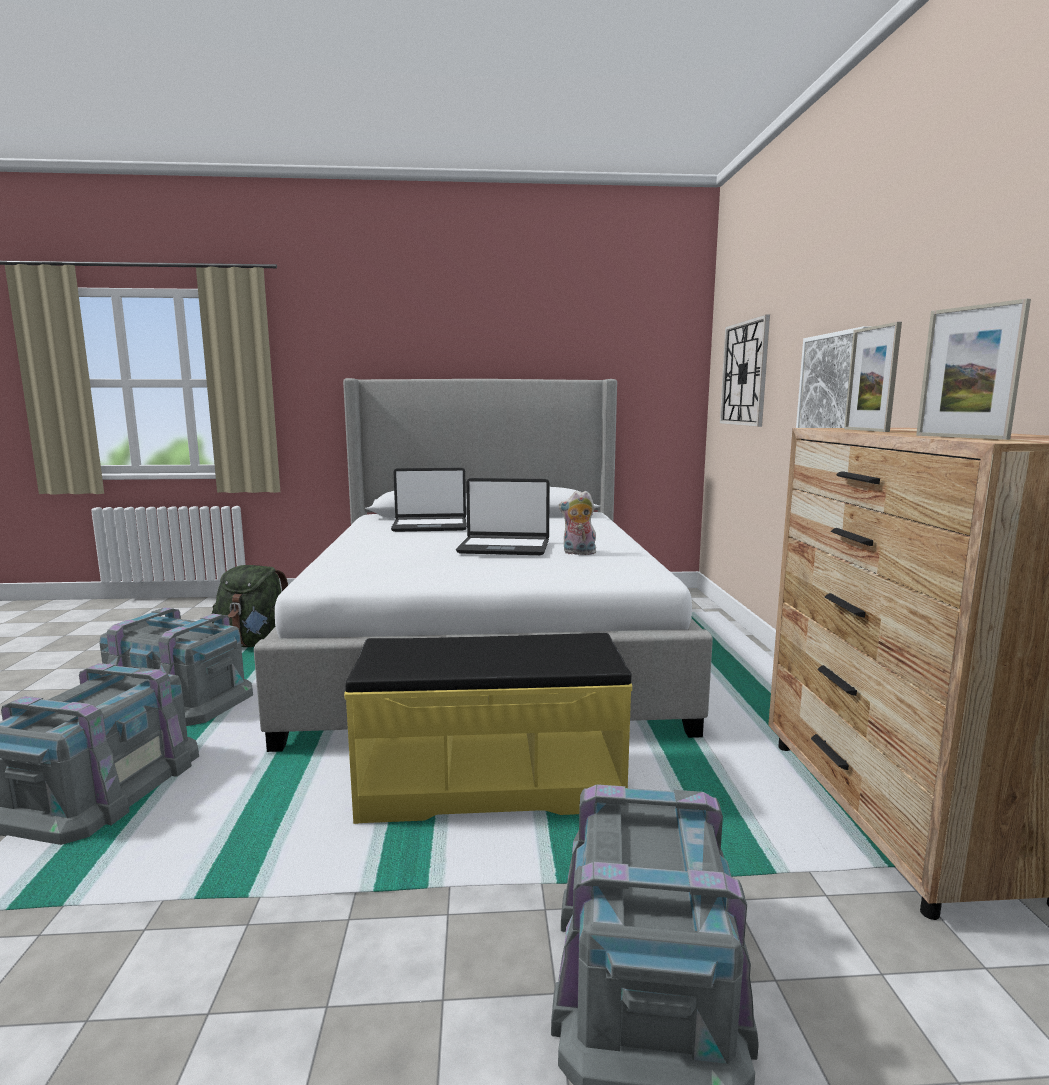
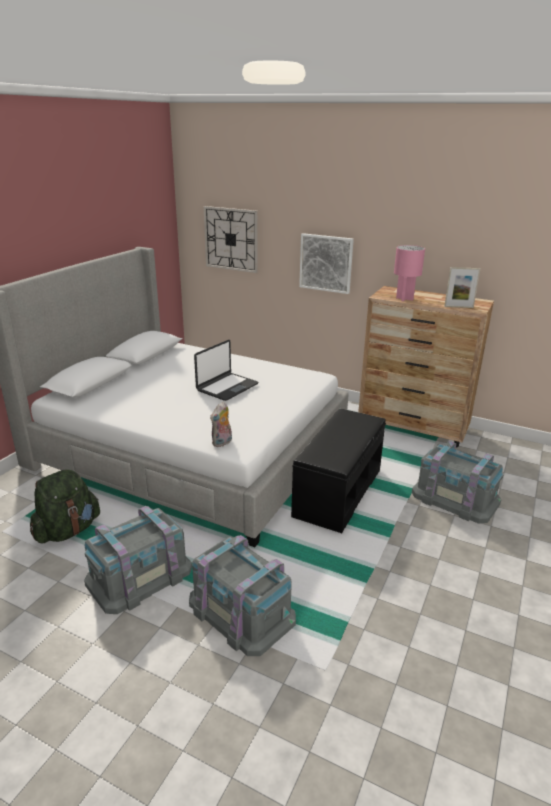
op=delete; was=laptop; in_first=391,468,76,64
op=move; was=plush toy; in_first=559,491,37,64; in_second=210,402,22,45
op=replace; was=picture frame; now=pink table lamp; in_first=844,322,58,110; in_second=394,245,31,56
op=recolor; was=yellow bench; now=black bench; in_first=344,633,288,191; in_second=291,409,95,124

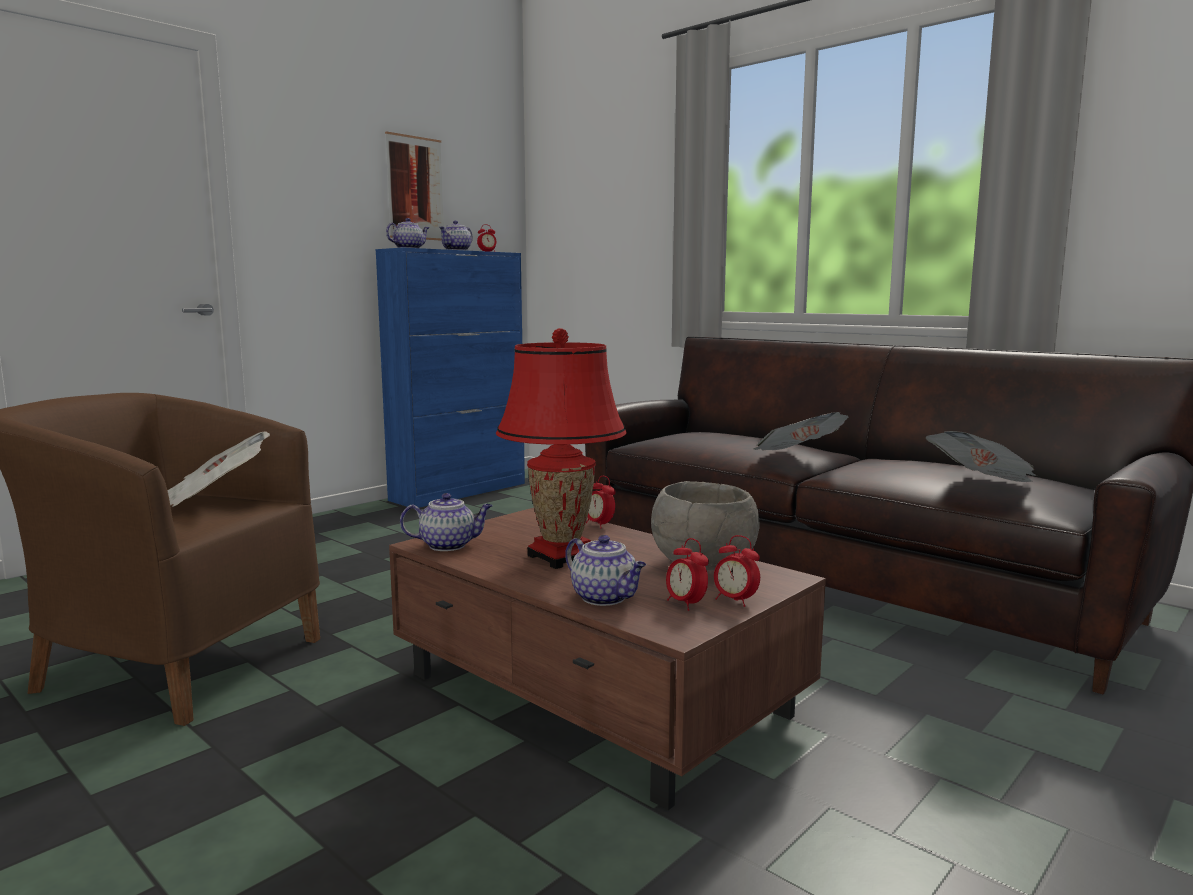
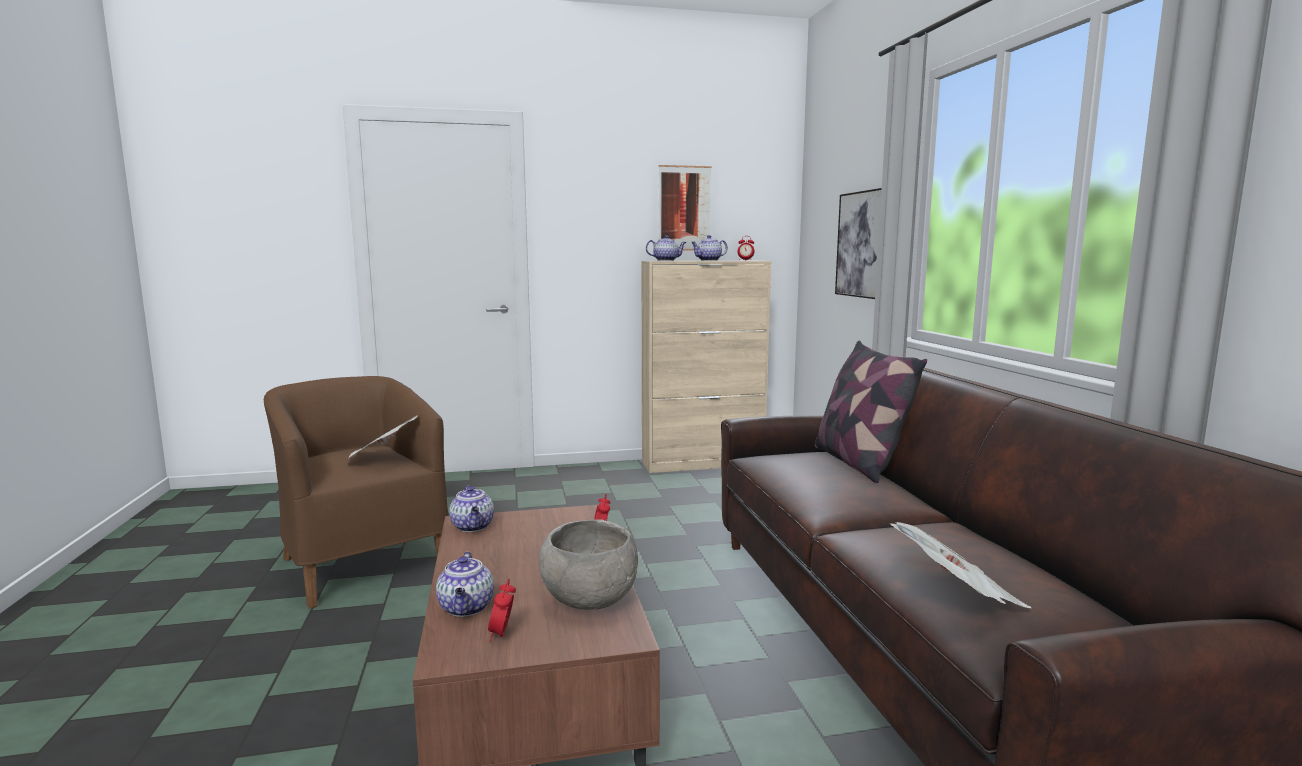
op=delete; was=red table lamp; in_first=496,328,131,241
op=delete; was=alarm clock; in_first=714,535,46,72
op=delete; was=newspaper; in_first=754,412,95,38
op=insert; now=pillow; in_second=815,341,112,142
op=insert; now=picture; in_second=835,188,47,111
op=recolor; was=blue cabinet; now=beige cabinet; in_first=376,248,149,260; in_second=641,261,130,212
op=rotate; was=teapot; in_first=400,493,93,58; in_second=449,486,45,46; clockwise=45

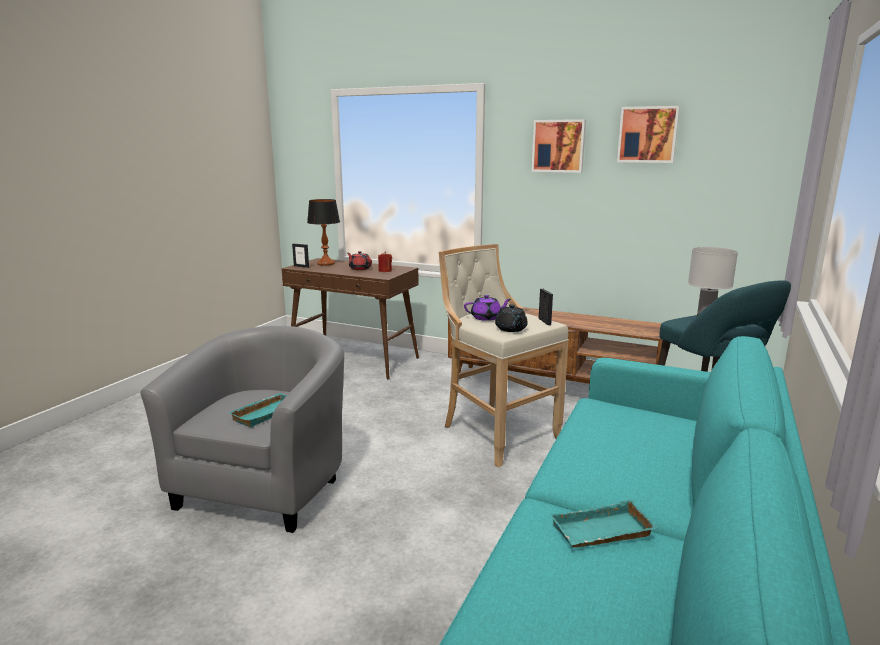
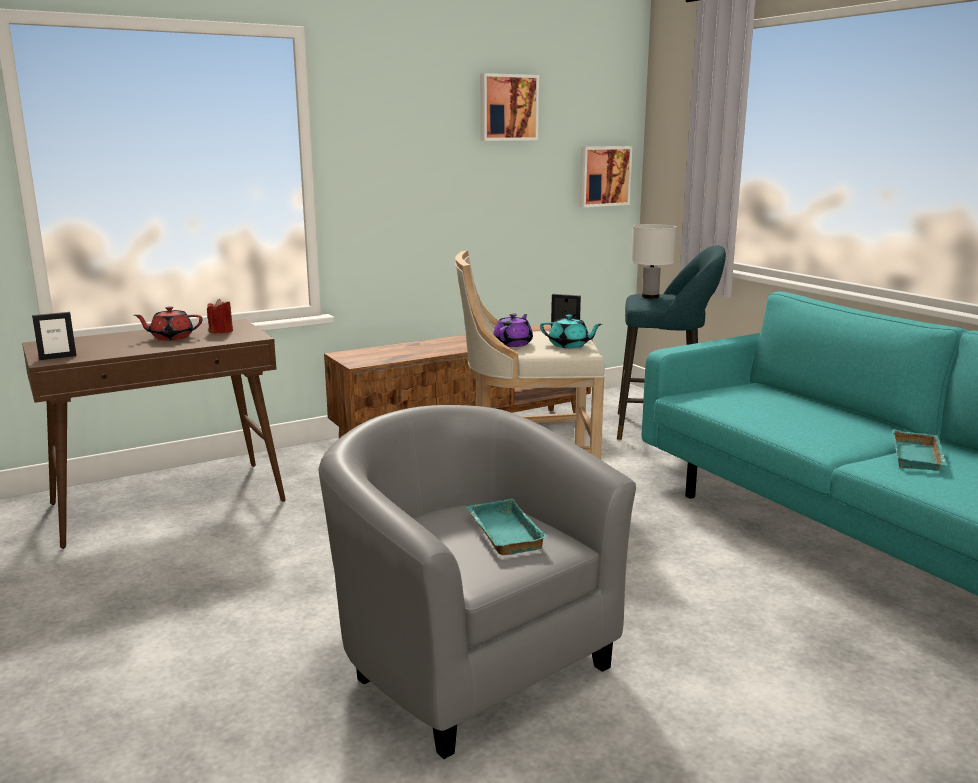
op=delete; was=table lamp; in_first=307,199,33,67
op=move; was=picture; in_first=531,119,55,54; in_second=579,146,54,61
op=recolor; was=black teapot; now=turquoise teapot; in_first=495,304,33,28; in_second=540,315,62,33

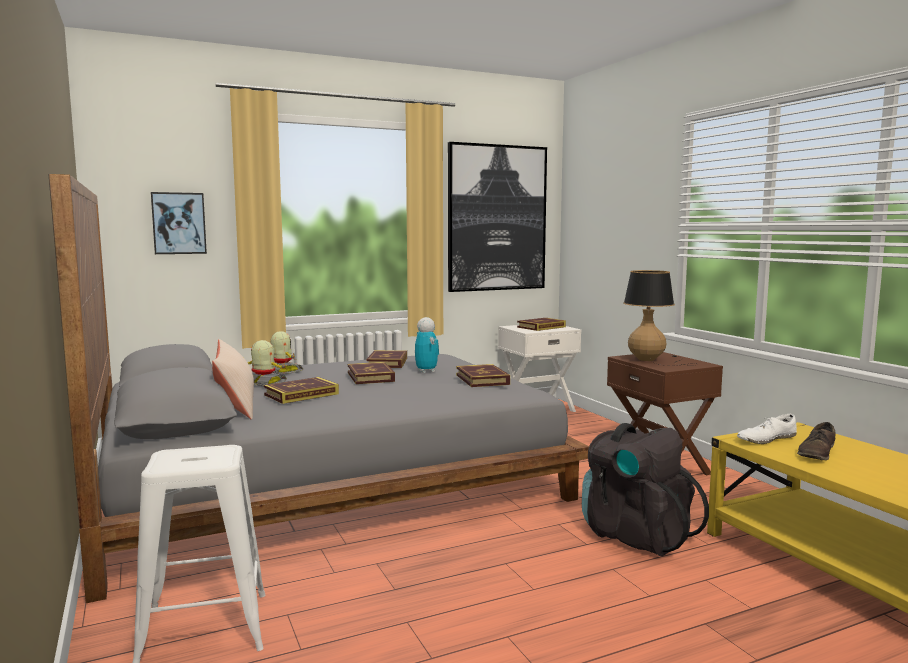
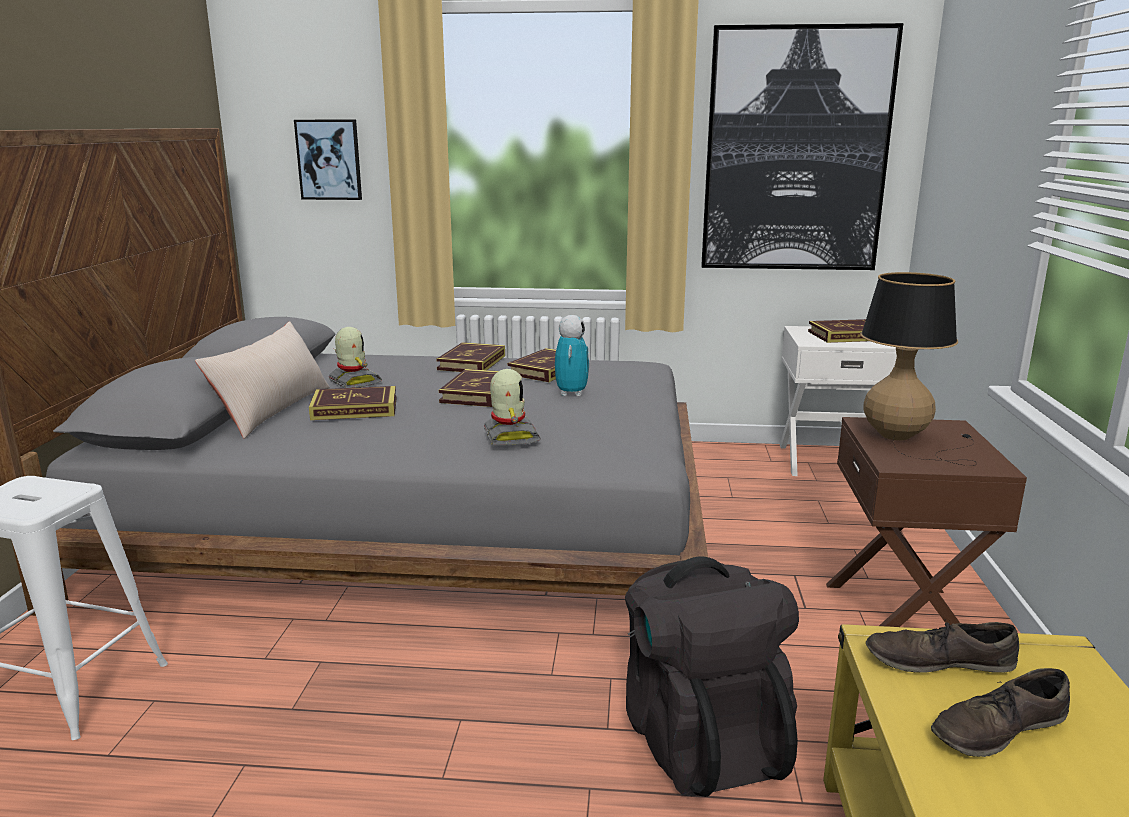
op=move; was=toy robot; in_first=271,331,32,43; in_second=484,369,57,77
op=move; was=book; in_first=456,364,54,23; in_second=436,342,69,30
op=recolor; was=white shoe; now=brown shoe; in_first=737,414,60,30; in_second=866,619,153,54

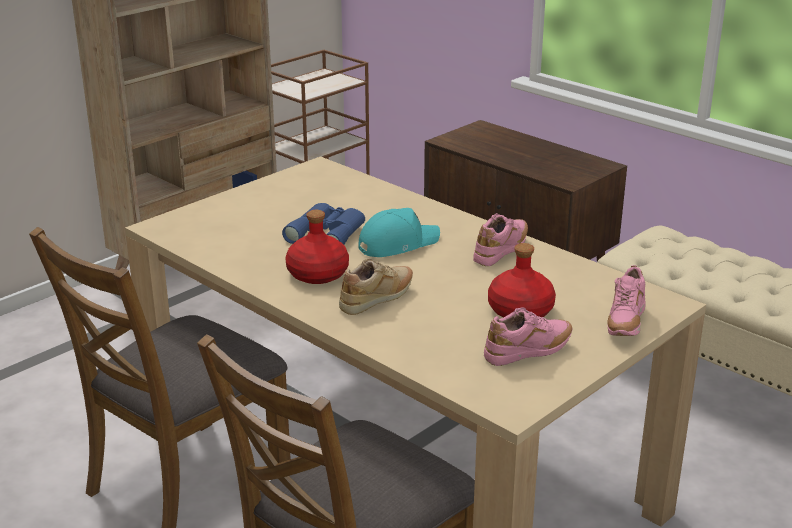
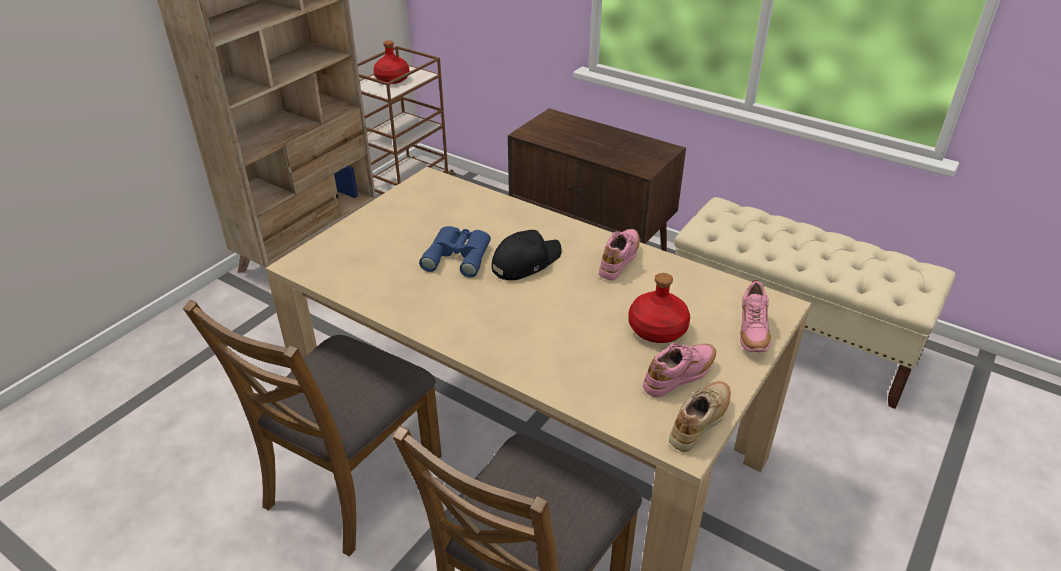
op=move; was=red bottle; in_first=286,210,63,74; in_second=373,40,36,44
op=move; was=beige shoe; in_first=339,258,74,57; in_second=669,381,62,71
op=recolor; was=turquoise cap; now=black cap; in_first=359,208,81,49; in_second=492,230,70,50

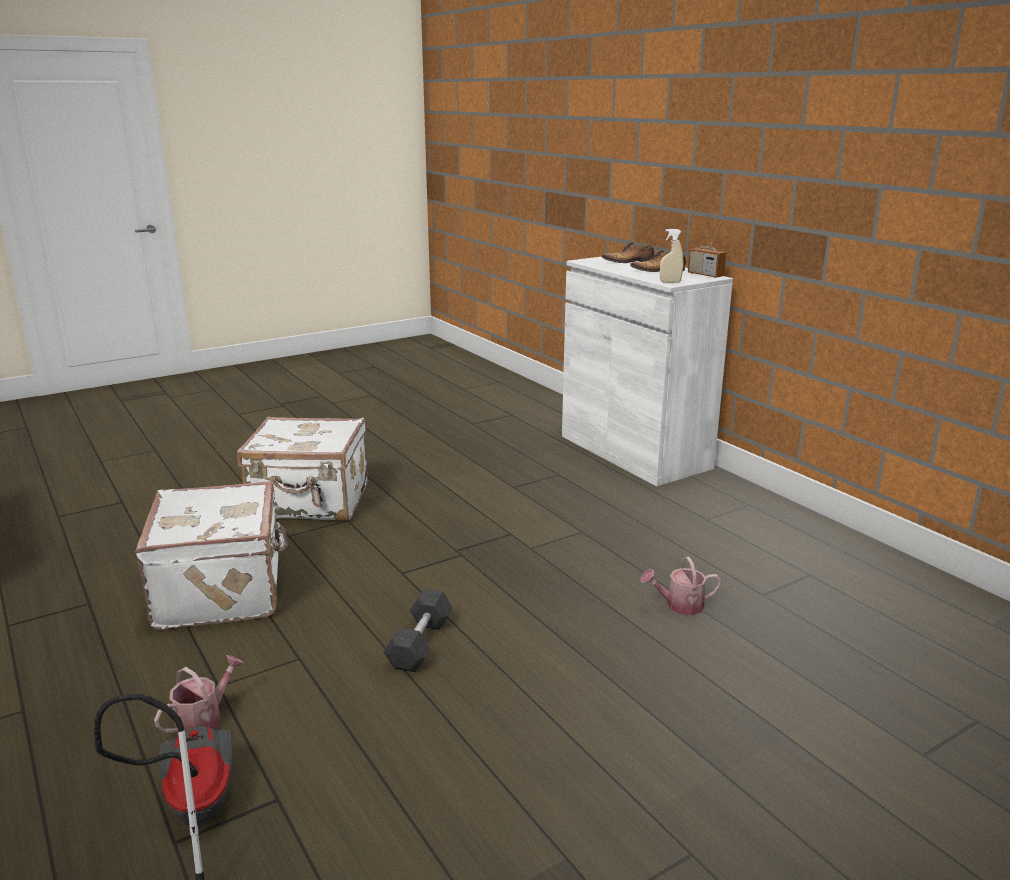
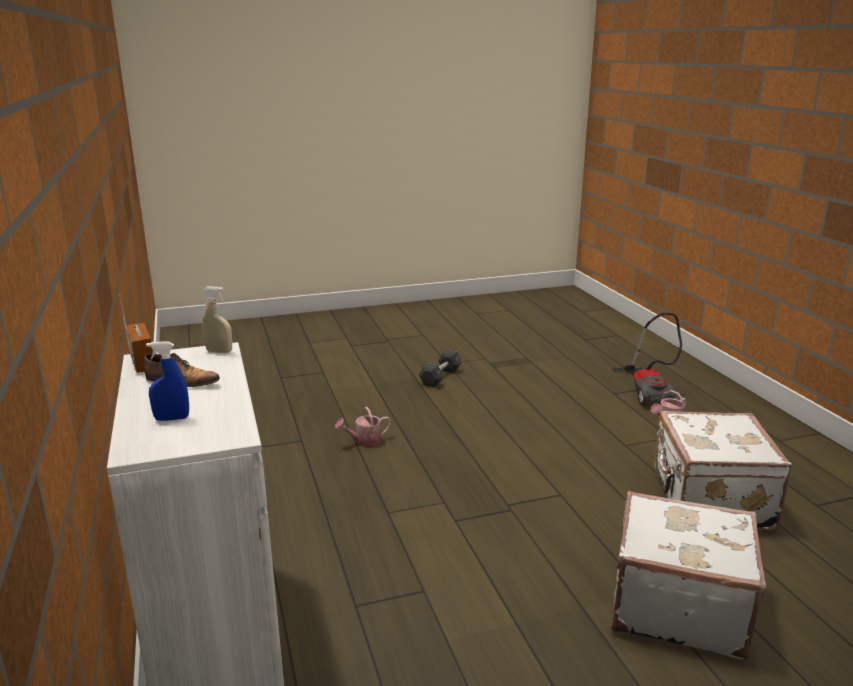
op=move; was=grey dumbbell; in_first=383,589,70,83; in_second=419,350,43,37
op=replace; was=shoe; now=blue spray bottle; in_first=602,242,53,21; in_second=146,341,43,80
op=rotate; was=watering can; in_first=641,557,81,58; in_second=335,407,56,40; clockwise=150

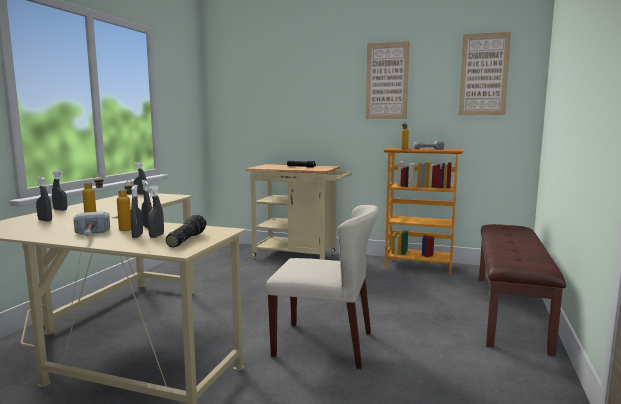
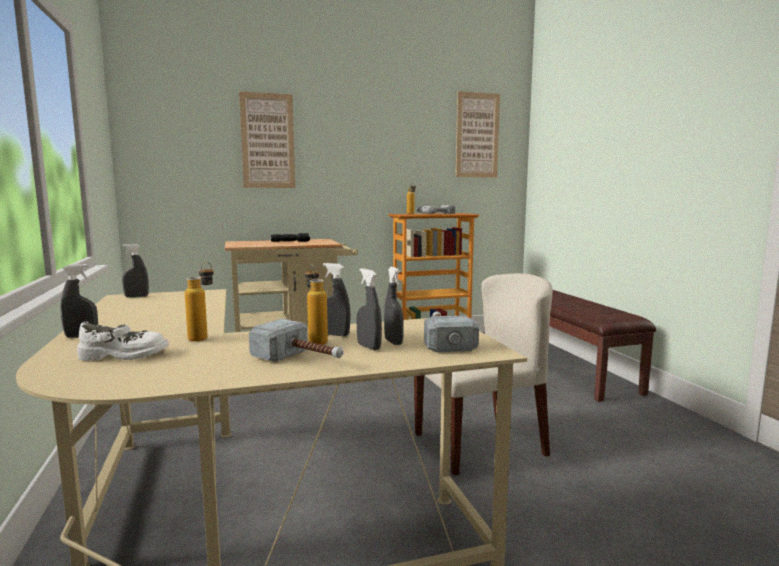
op=move; was=picture; in_first=366,41,43,78; in_second=239,91,56,97
op=replace; was=grey spray bottle; now=white shoe; in_first=36,177,16,45; in_second=77,321,92,40
op=replace; was=flashlight; now=hammer; in_first=166,215,40,33; in_second=424,311,55,41

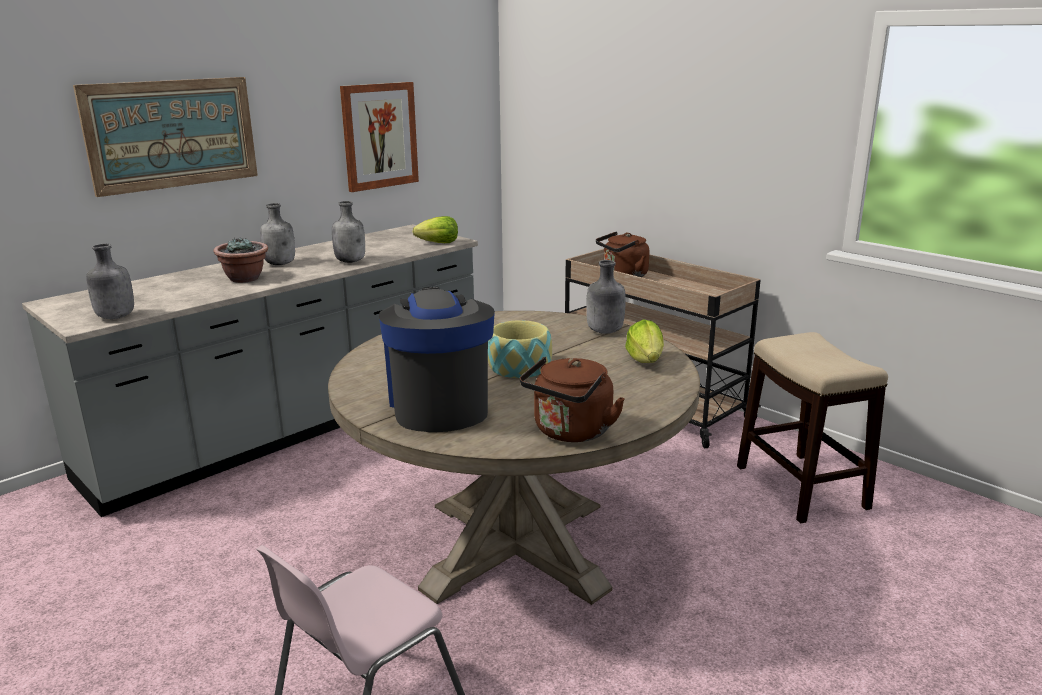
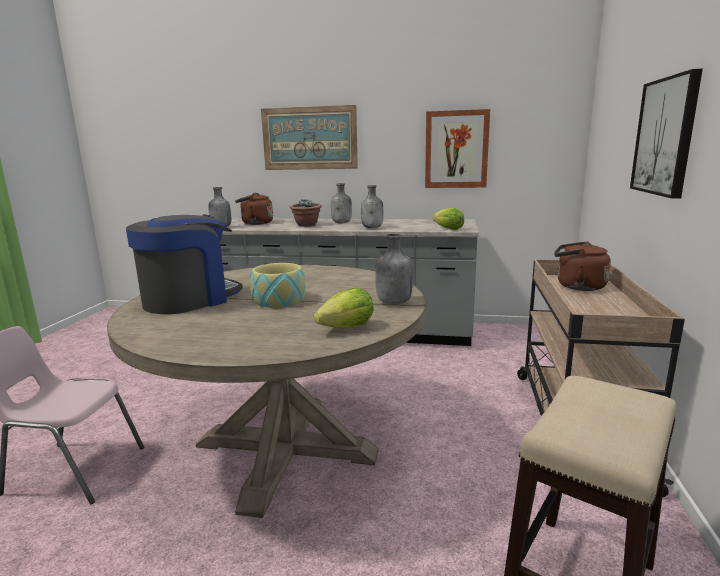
op=insert; now=picture; in_second=630,69,73,129
op=move; was=brown kettle; in_first=520,357,105,85; in_second=235,193,38,32

